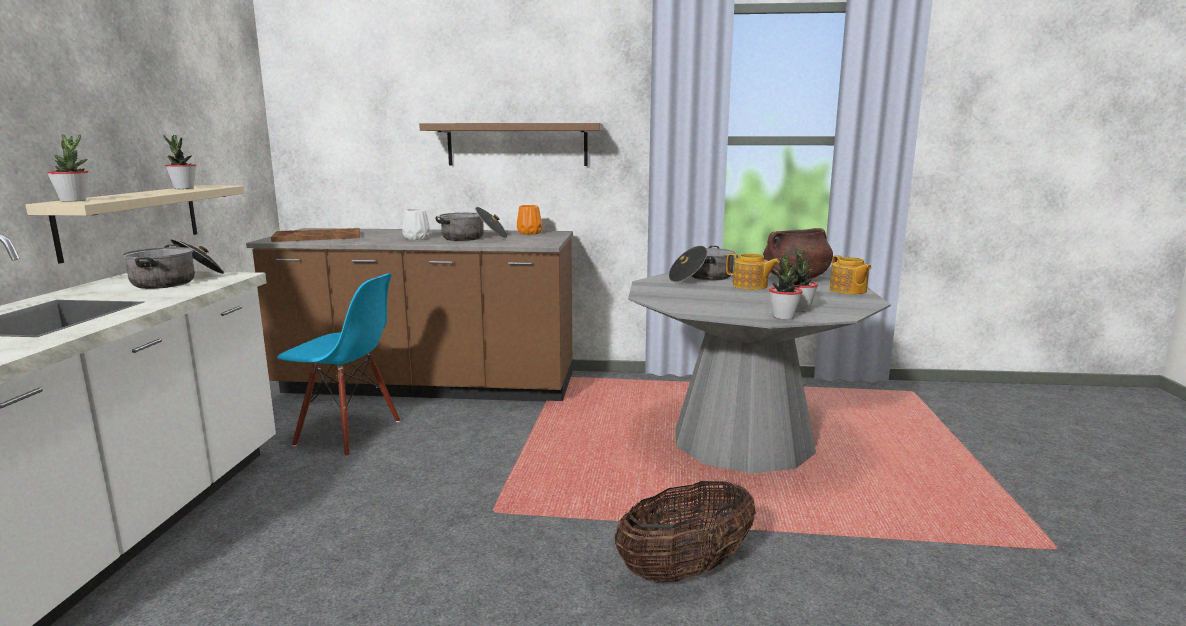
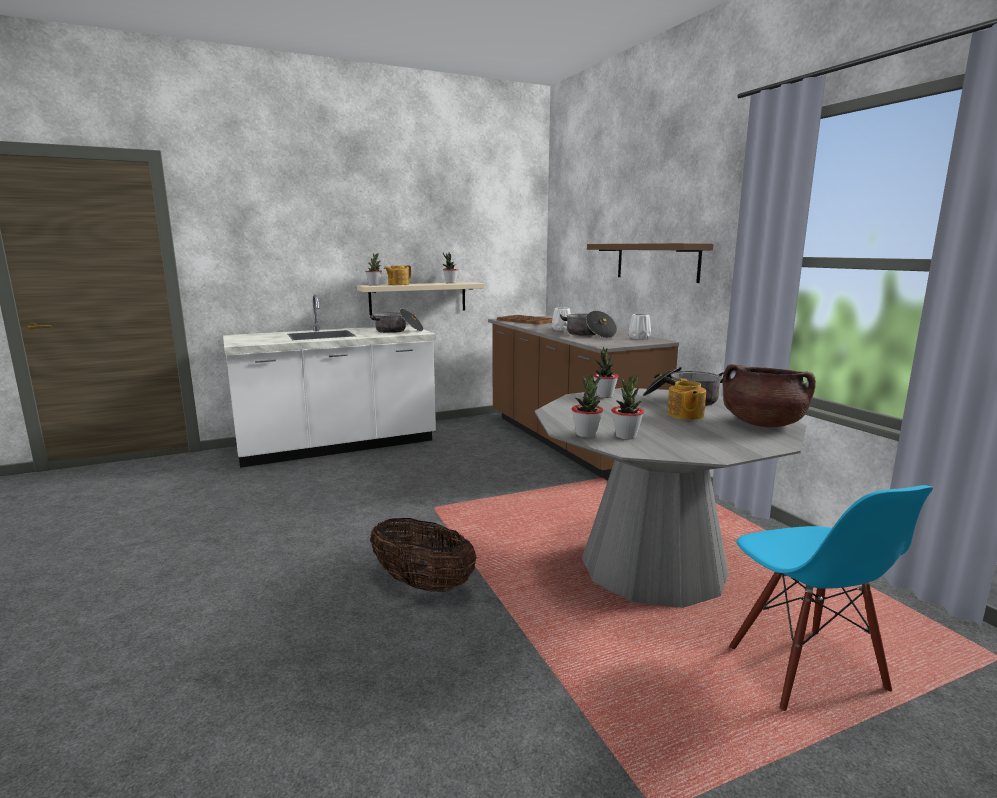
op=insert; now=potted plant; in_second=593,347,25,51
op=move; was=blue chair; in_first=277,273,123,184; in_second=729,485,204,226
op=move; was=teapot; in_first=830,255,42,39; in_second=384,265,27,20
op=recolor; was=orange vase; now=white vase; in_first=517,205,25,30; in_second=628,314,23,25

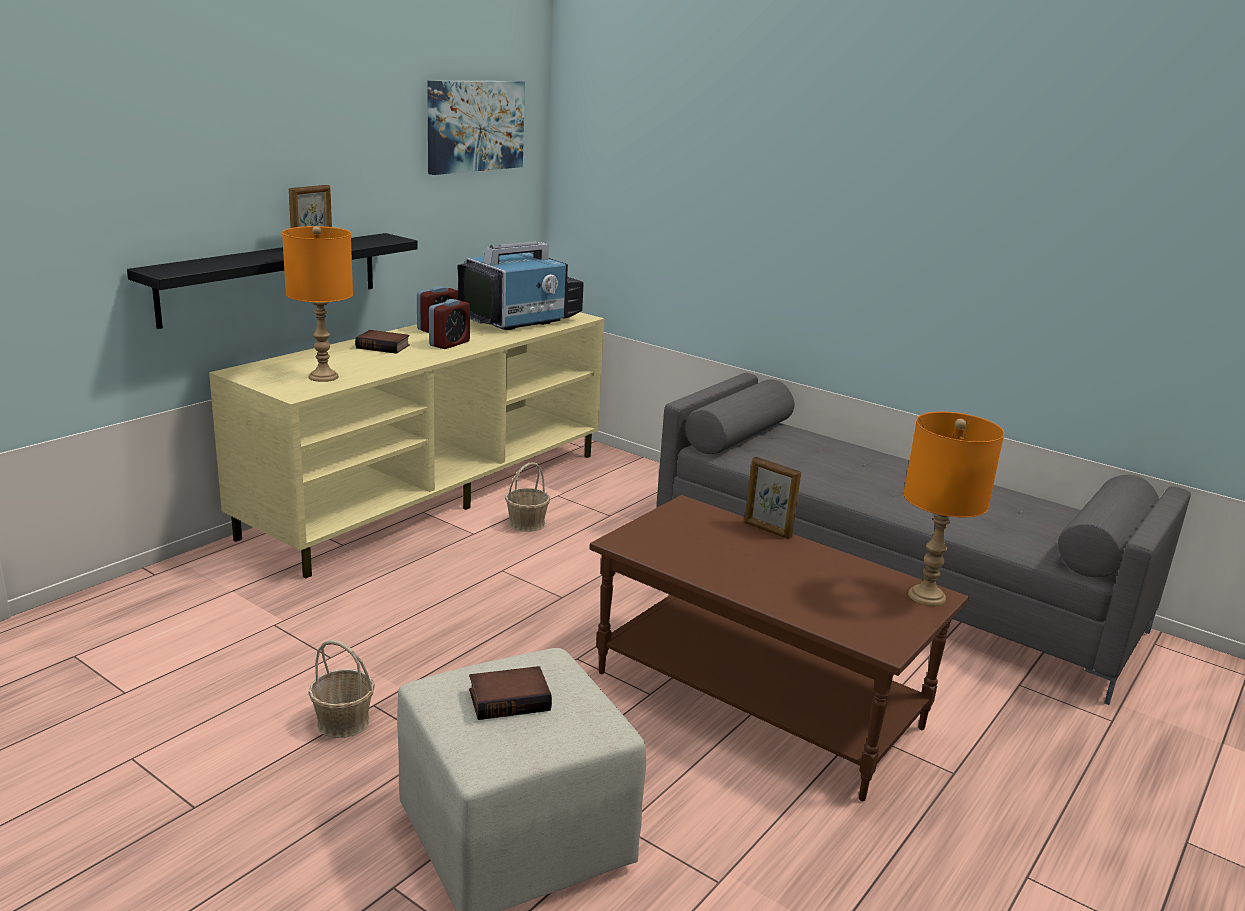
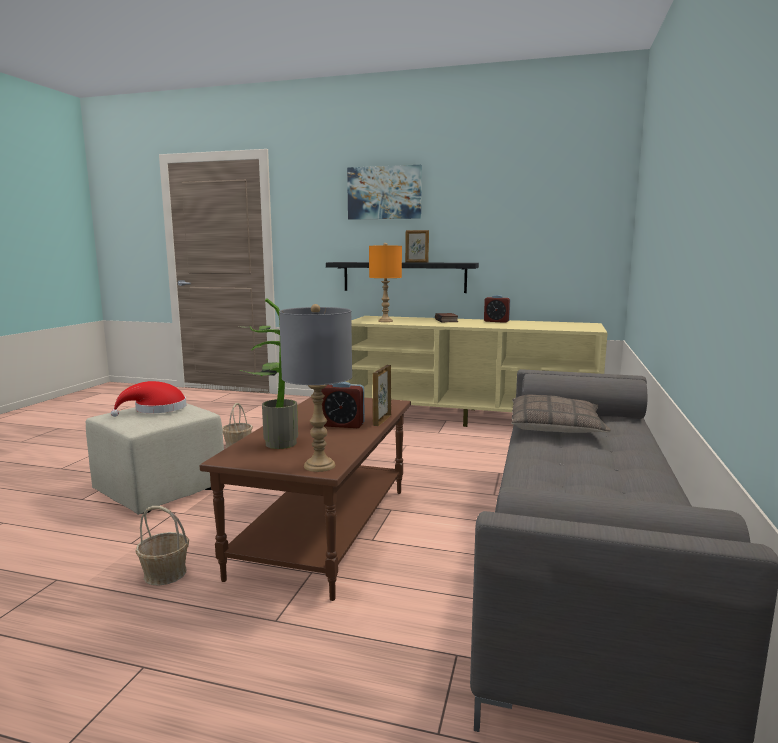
op=delete; was=television; in_first=457,241,127,89
op=insert; now=potted plant; in_second=239,298,59,151
op=insert; now=pillow; in_second=511,394,100,39
op=move; was=picture; in_first=427,81,98,94; in_second=347,165,75,55
op=move; was=alarm clock; in_first=429,299,41,50; in_second=321,382,44,46
op=move; was=basket; in_first=505,462,45,70; in_second=135,506,54,80
op=replace; was=book; now=red hat; in_first=469,666,83,54; in_second=111,381,75,36
op=recolor; was=orange table lamp; now=grey table lamp; in_first=904,412,100,194; in_second=279,304,73,168

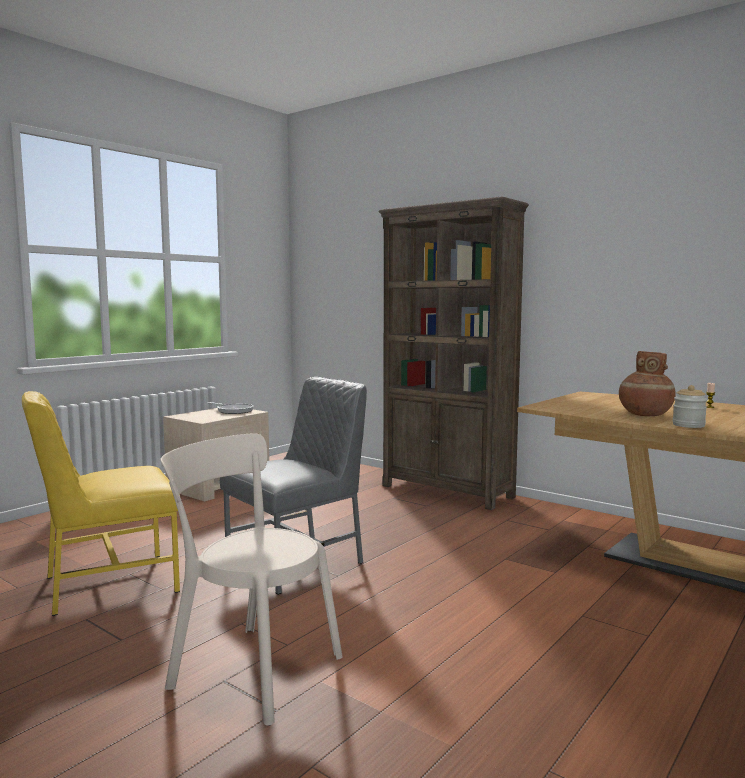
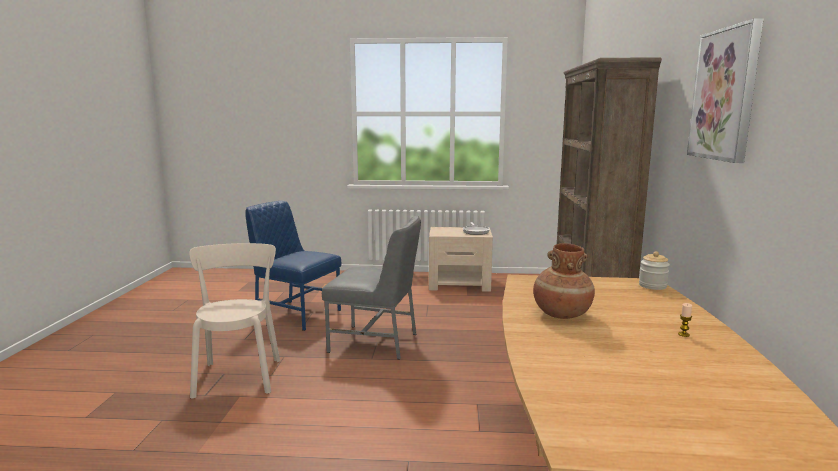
op=insert; now=picture; in_second=687,18,76,145
op=move; was=jar; in_first=673,385,34,43; in_second=639,252,31,38
op=recolor; was=yellow chair; now=blue chair; in_first=22,391,158,225; in_second=245,201,96,130

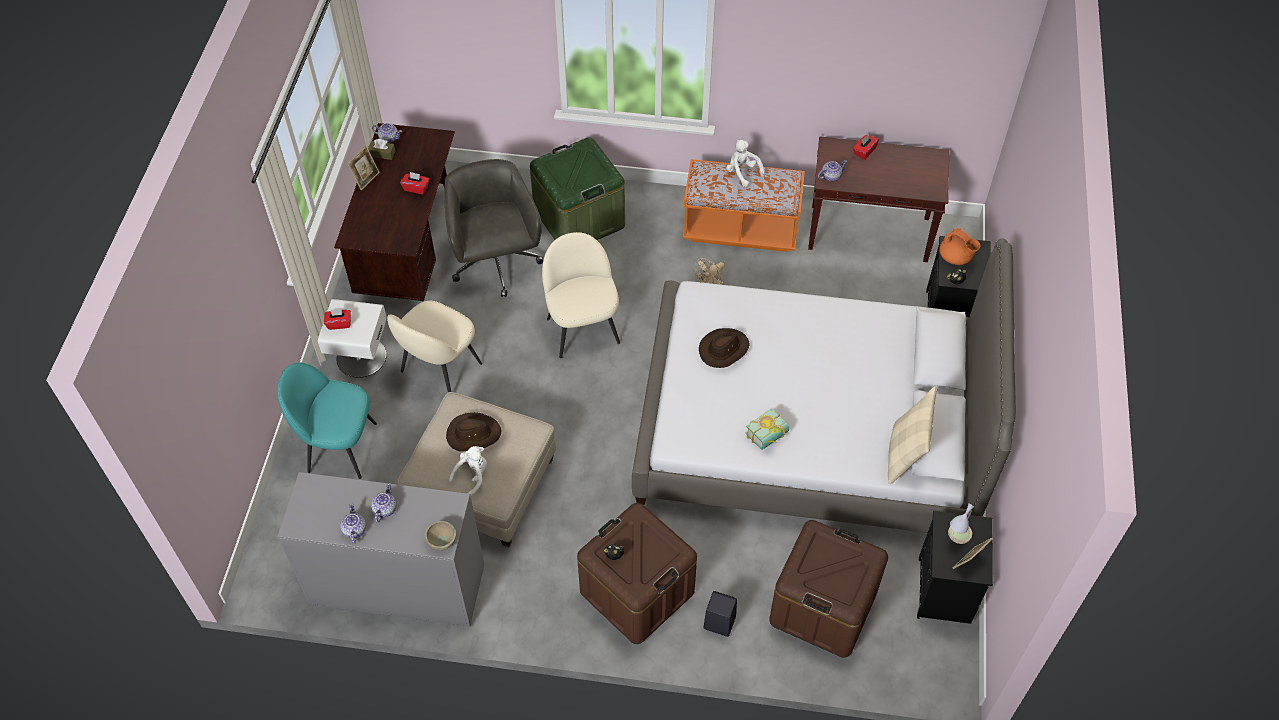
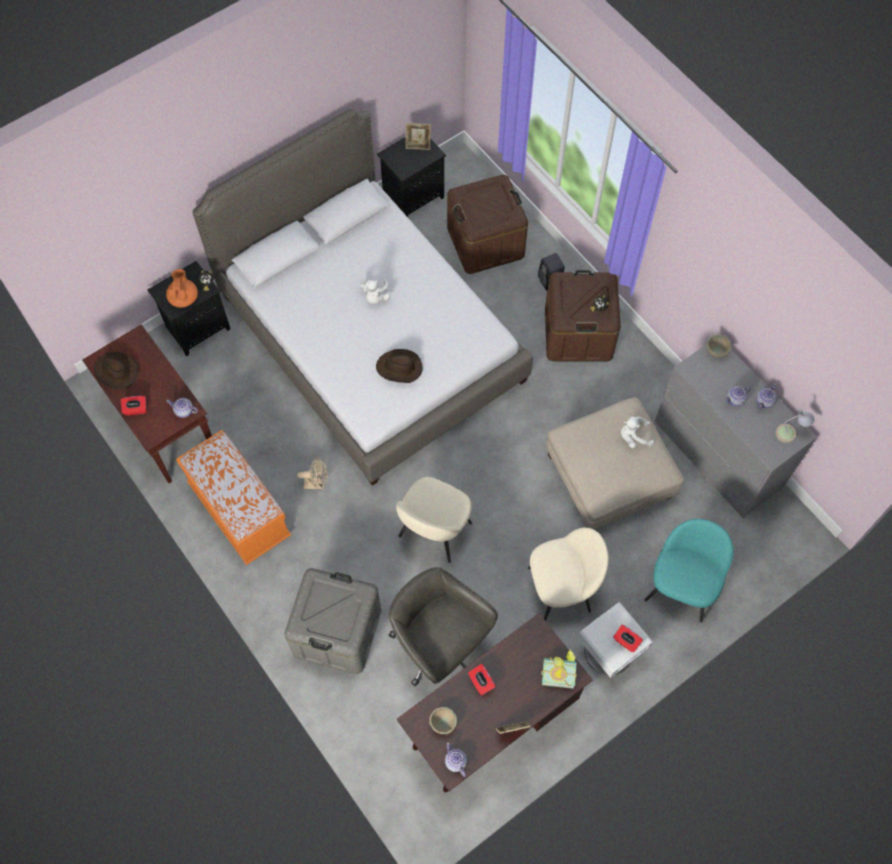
op=delete; was=brown tissue box; in_first=368,139,27,21
op=delete; was=beige pillow; in_first=888,386,48,98
op=insert; now=beige bowl; in_second=429,707,28,27
op=move; was=brown hat; in_first=446,412,55,39; in_second=94,352,44,38
op=move; was=white plush toy; in_first=726,140,39,47; in_second=360,278,30,26
op=move; was=book; in_first=745,408,44,42; in_second=541,650,36,39
op=move; was=table lamp; in_first=948,503,26,41; in_second=776,409,39,34
op=recolor; was=green storage box; now=grey storage box; in_first=530,138,95,102; in_second=285,568,96,106
op=rotate; was=turquoise chair; in_first=277,363,100,116; in_second=644,519,89,104; clockwise=-120
op=rotate; was=grey office chair; in_first=444,159,99,138; in_second=389,567,109,119; clockwise=105

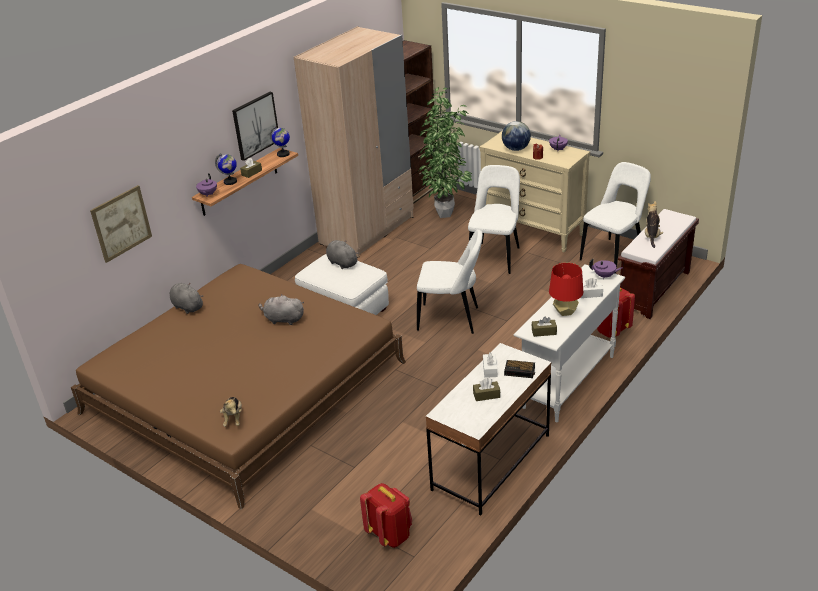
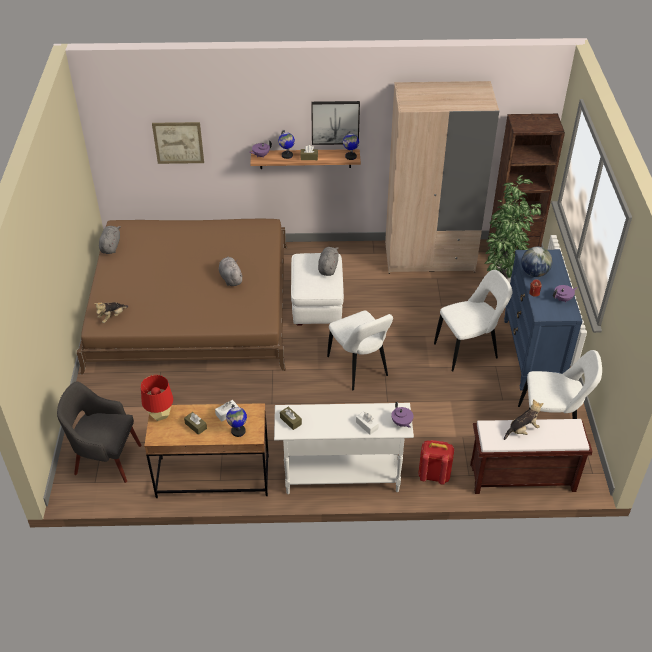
op=move; was=grey plush toy; in_first=169,282,34,32; in_second=99,226,22,28
op=move; was=red table lamp; in_first=549,262,34,54; in_second=141,375,32,46
op=replace; was=red backpack; now=grey armchair; in_first=360,483,52,65; in_second=57,381,84,102
op=replace; was=alarm clock; now=globe; in_first=504,360,31,18; in_second=226,405,21,32
op=recolor; was=white desk; now=brown desk; in_first=425,343,126,172; in_second=144,403,125,95
op=recolor; was=beige dresser; now=blue dresser; in_first=480,131,110,122; in_second=504,249,79,142

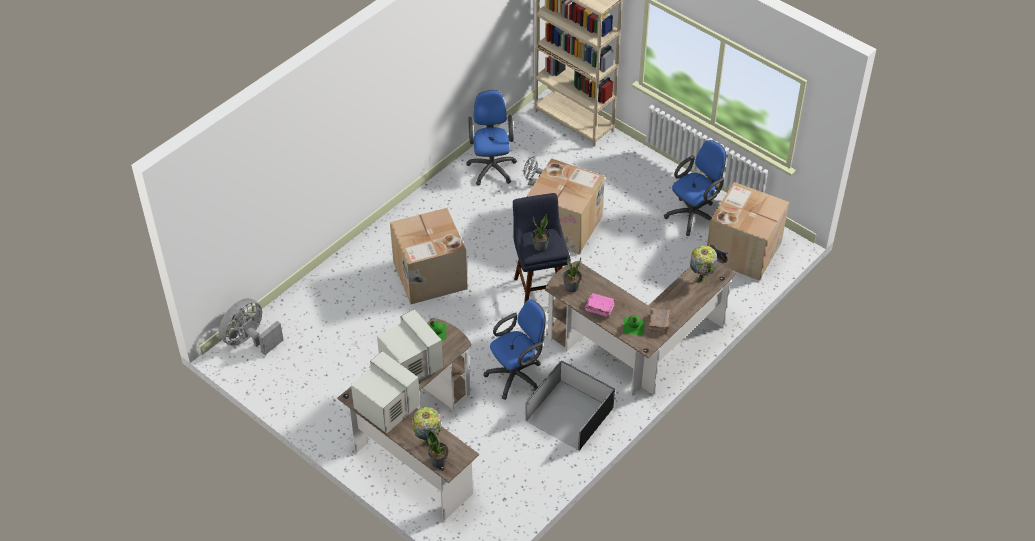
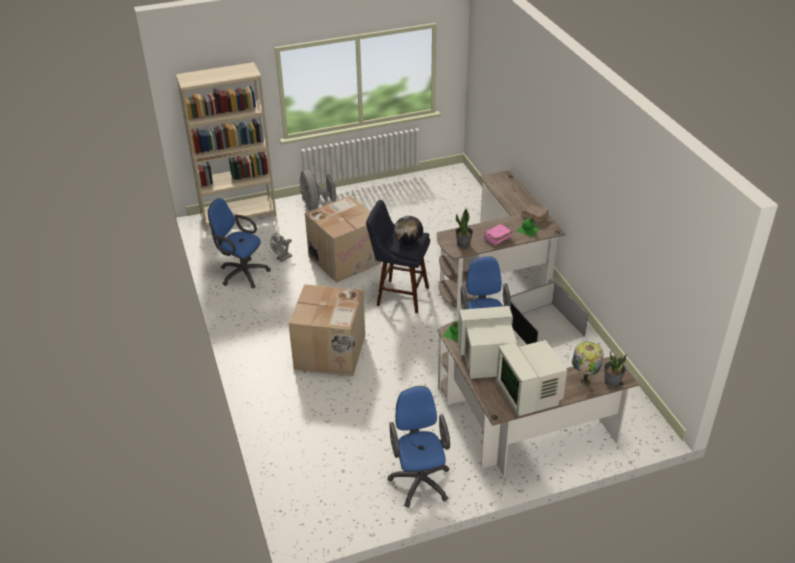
op=delete; was=table lamp; in_first=690,246,27,39
op=delete; was=cardboard box; in_first=707,182,82,99
op=move; was=grey fan; in_first=219,298,65,57; in_second=300,170,36,41
op=move; was=blue office chair; in_first=664,140,62,96; in_second=387,386,63,122
op=replace; was=potted plant; now=globe; in_first=531,214,19,37; in_second=394,216,29,29
op=rotate; was=monitor; in_first=351,351,69,82; in_second=496,340,71,76; clockwise=-90

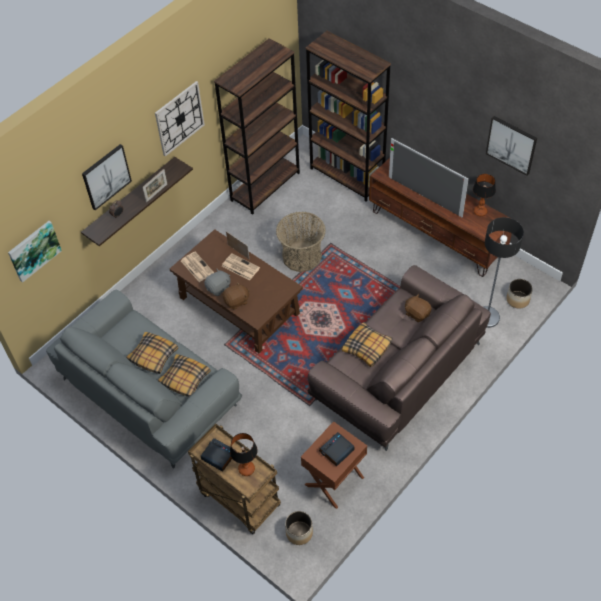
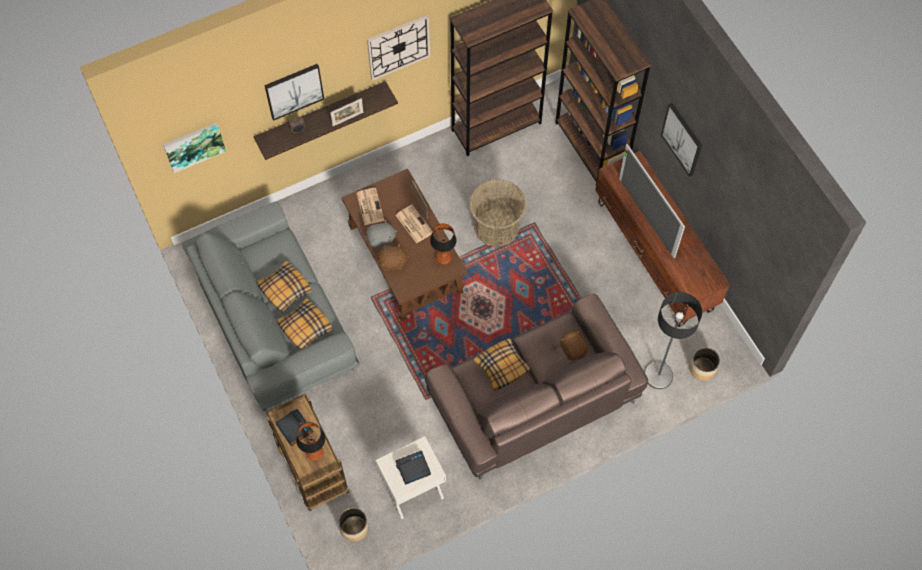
op=move; was=table lamp; in_first=473,174,23,42; in_second=430,223,27,42
op=move; was=picture; in_first=486,116,51,60; in_second=661,103,41,74
op=recolor; was=brown nightstand; now=white nightstand; in_first=301,421,66,88; in_second=376,436,70,83

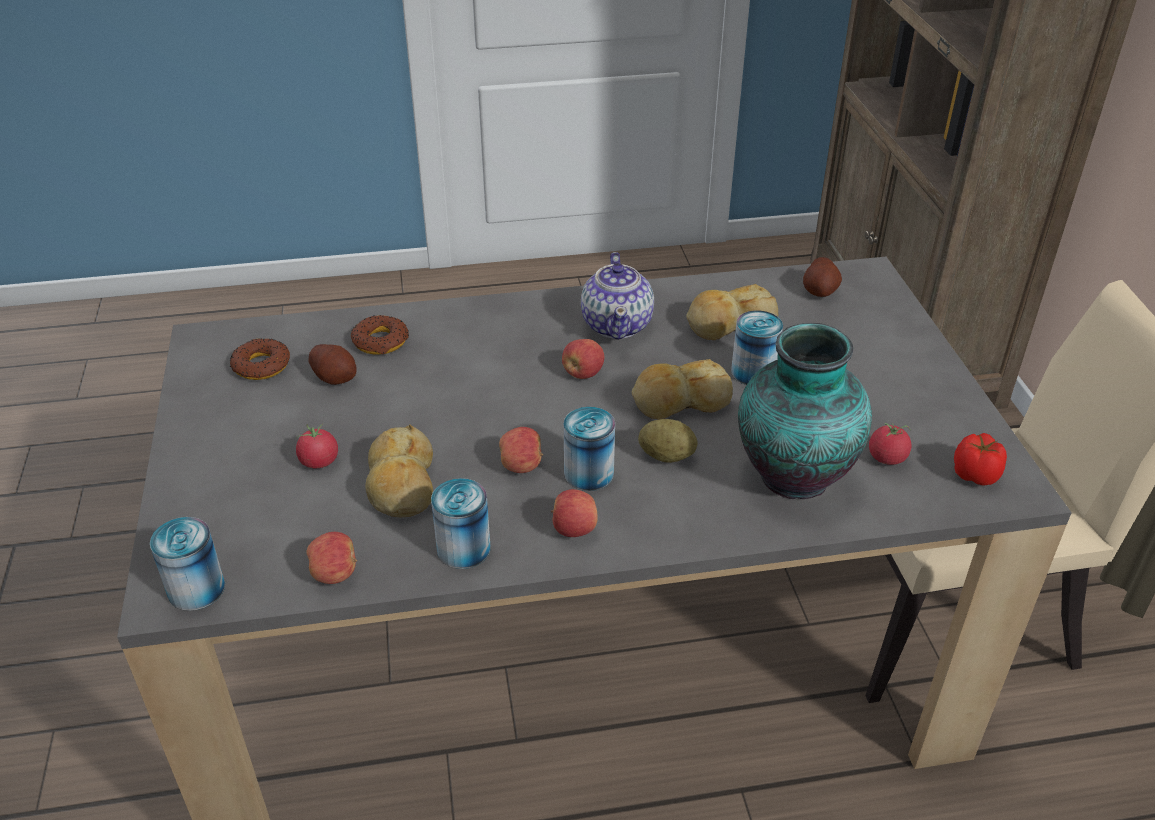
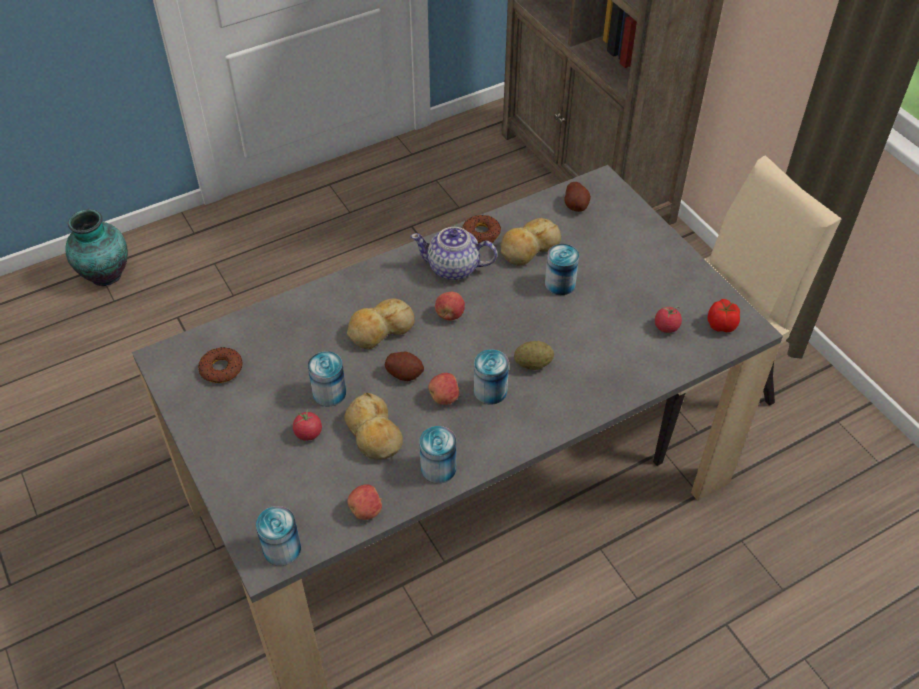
op=delete; was=apple; in_first=551,489,47,48
op=insert; now=can; in_second=308,351,38,55
op=move; was=potato; in_first=308,344,49,41; in_second=385,352,39,29
op=move; was=donut; in_first=351,315,58,40; in_second=462,215,39,28
op=move; was=bread; in_first=632,359,101,61; in_second=347,298,68,51
op=move; was=vase; in_first=738,323,134,176; in_second=65,209,63,77
op=rotate; was=teapot; in_first=581,252,73,88; in_second=410,227,87,53; clockwise=120

